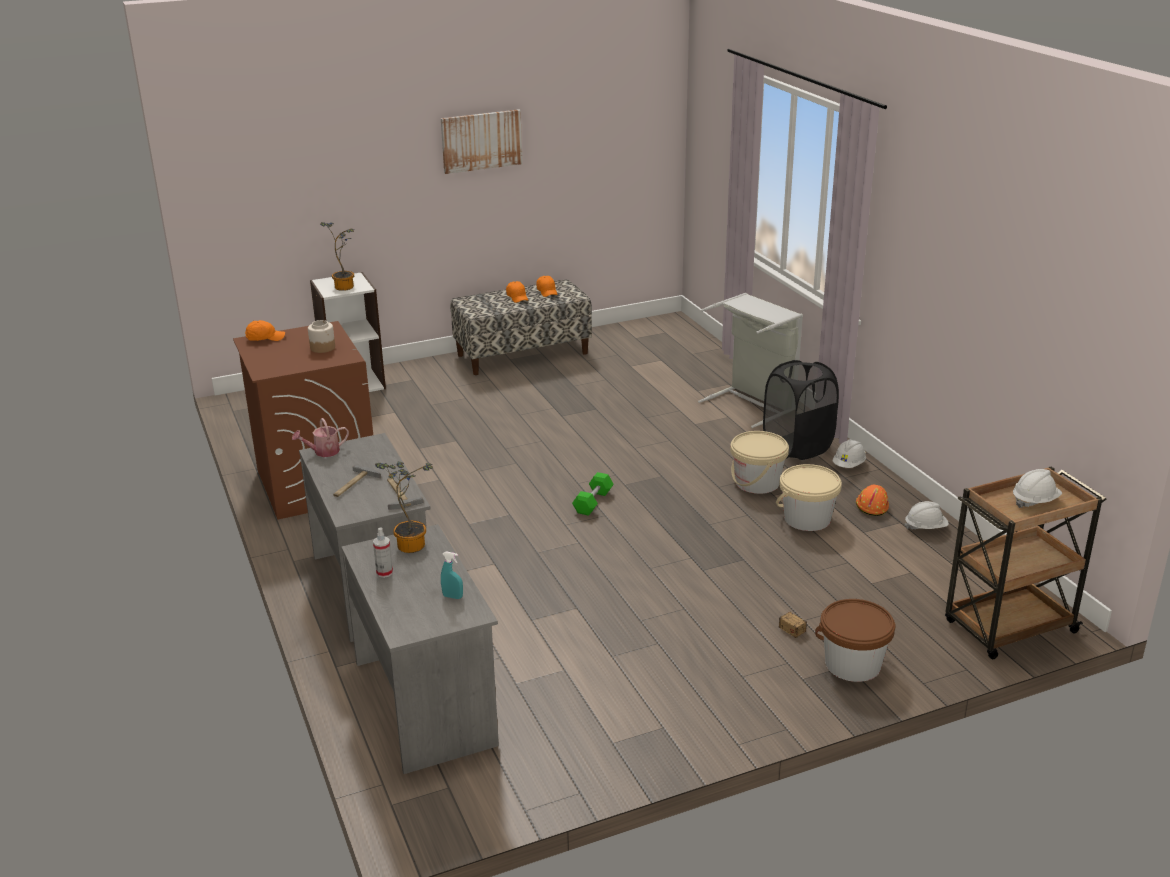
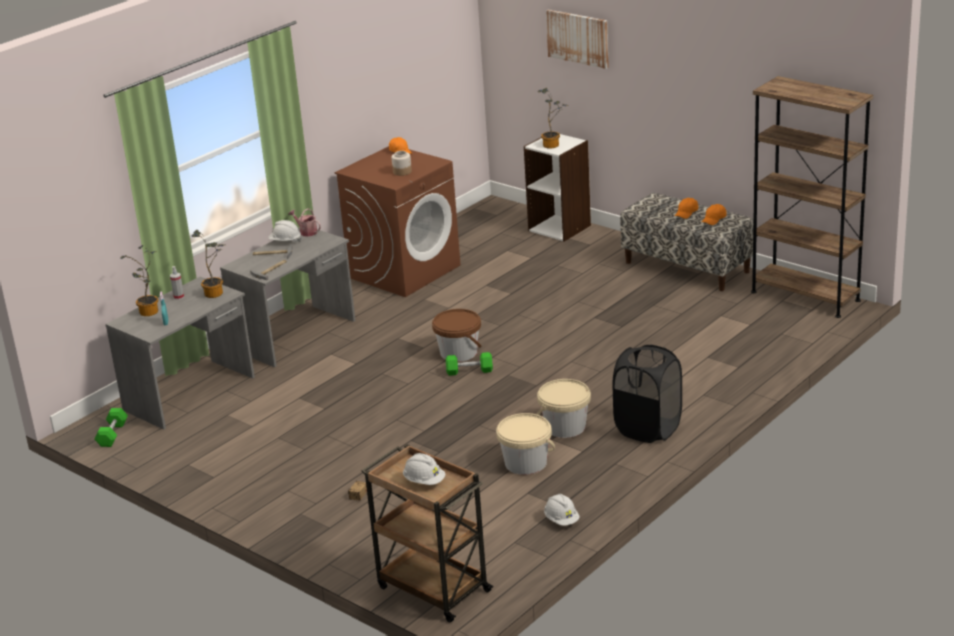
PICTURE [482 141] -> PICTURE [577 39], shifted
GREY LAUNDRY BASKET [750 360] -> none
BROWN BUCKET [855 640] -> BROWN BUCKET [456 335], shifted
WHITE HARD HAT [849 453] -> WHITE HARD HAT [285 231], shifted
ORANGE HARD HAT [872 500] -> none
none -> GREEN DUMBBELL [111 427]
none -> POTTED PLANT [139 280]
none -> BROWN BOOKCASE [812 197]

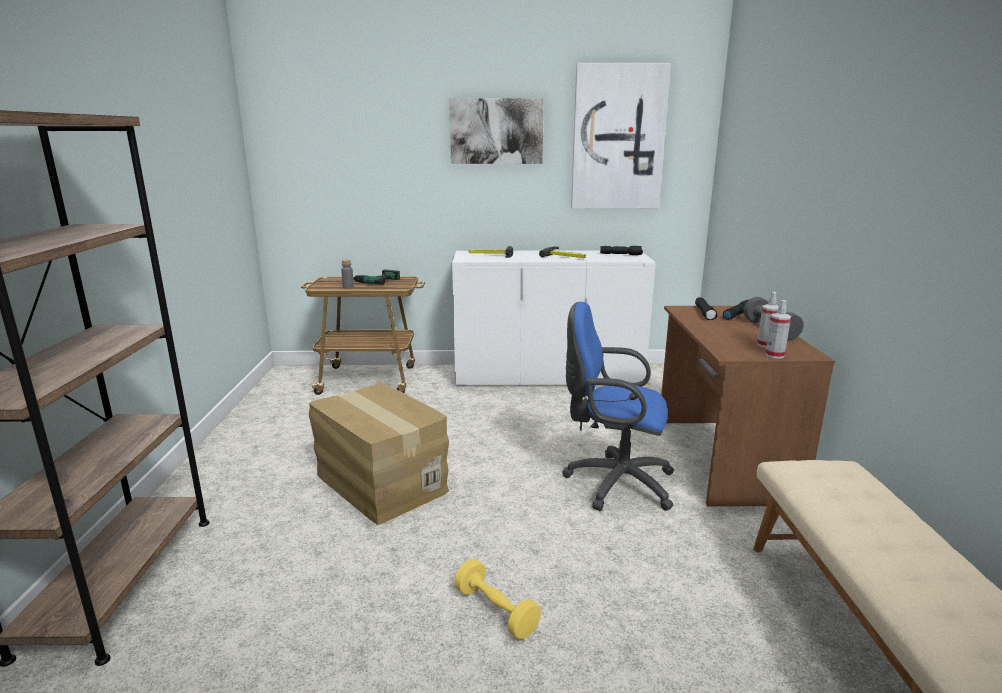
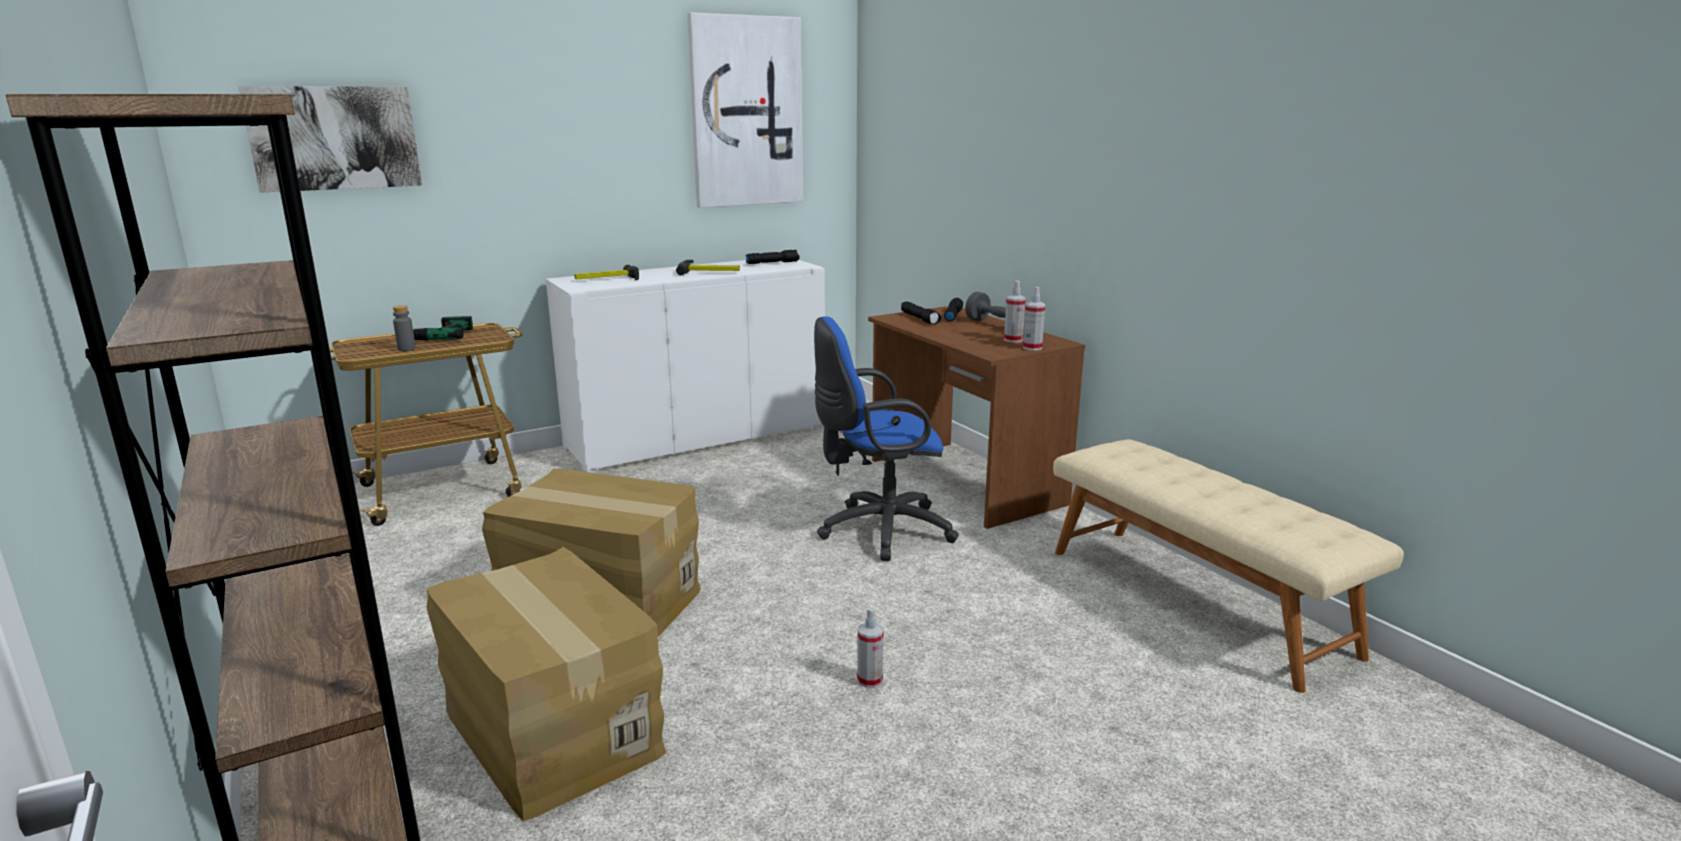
PICTURE [496 131] -> PICTURE [330 139], shifted
YELLOW DUMBBELL [497 599] -> SPRAY BOTTLE [870 647]
none -> CARDBOARD BOX [546 684]

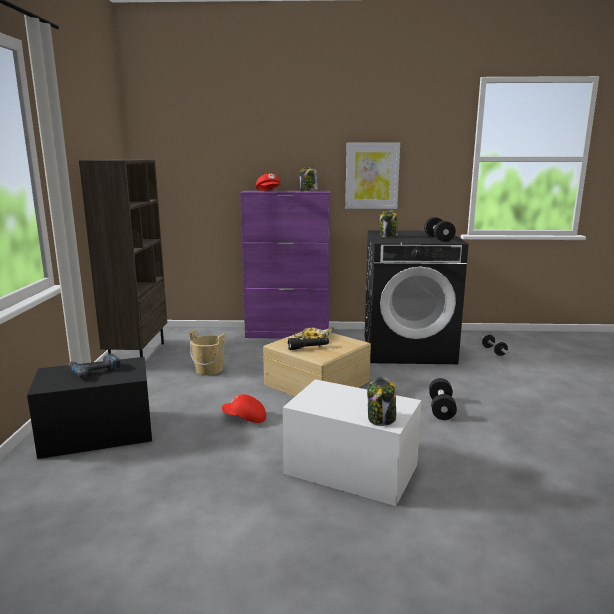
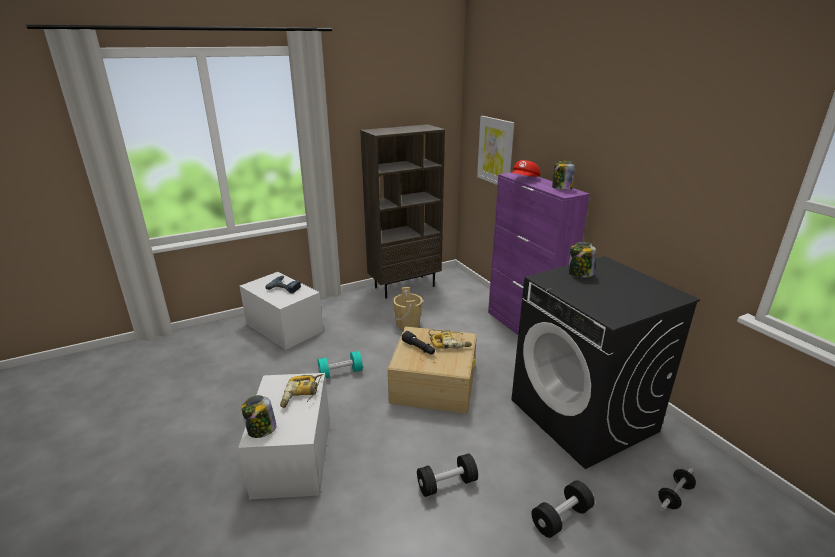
BLACK STORAGE BOX [89 408] -> WHITE STORAGE BOX [281 311]
RED CAP [244 408] -> TURQUOISE DUMBBELL [340 364]
PICTURE [372 176] -> PICTURE [495 150], shifted
BLACK DUMBBELL [440 229] -> BLACK DUMBBELL [563 509], shifted
none -> POWER DRILL [302 391]

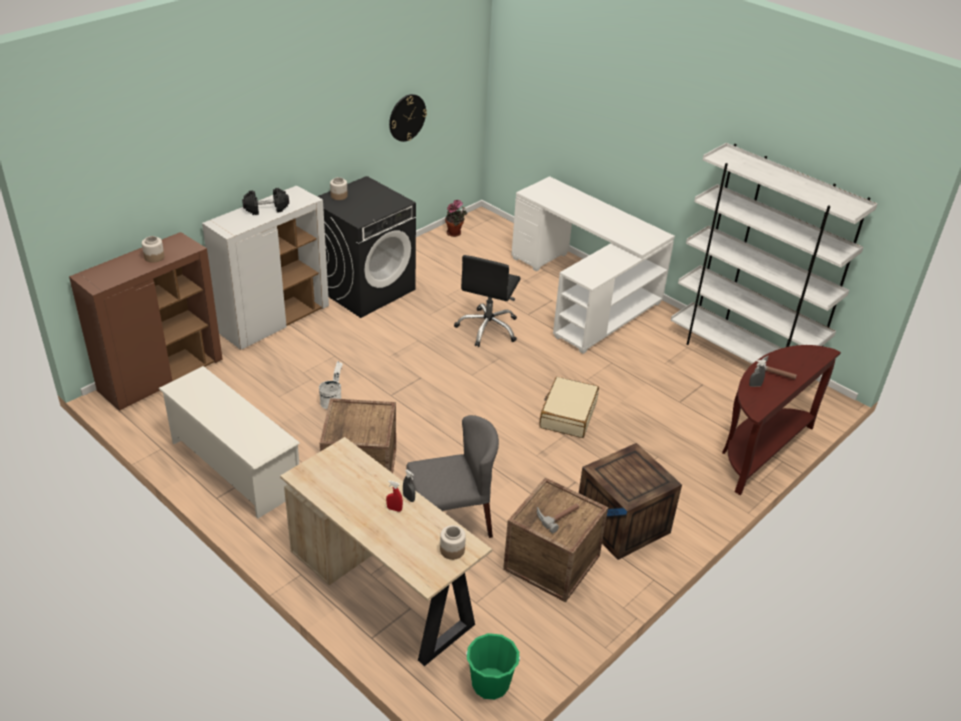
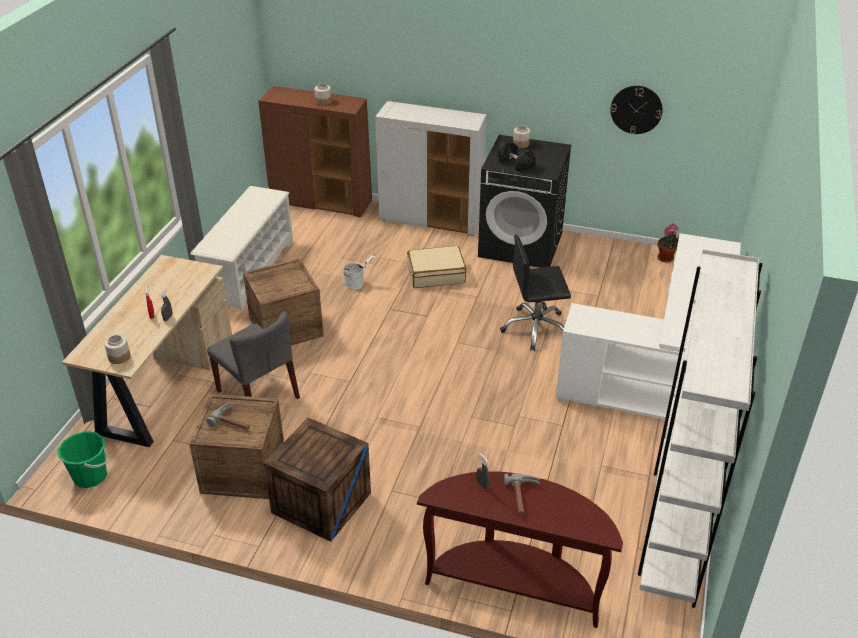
BLACK DUMBBELL [265 201] -> BLACK DUMBBELL [517 156], shifted
BEIGE SUITCASE [569 407] -> BEIGE SUITCASE [436 266], shifted

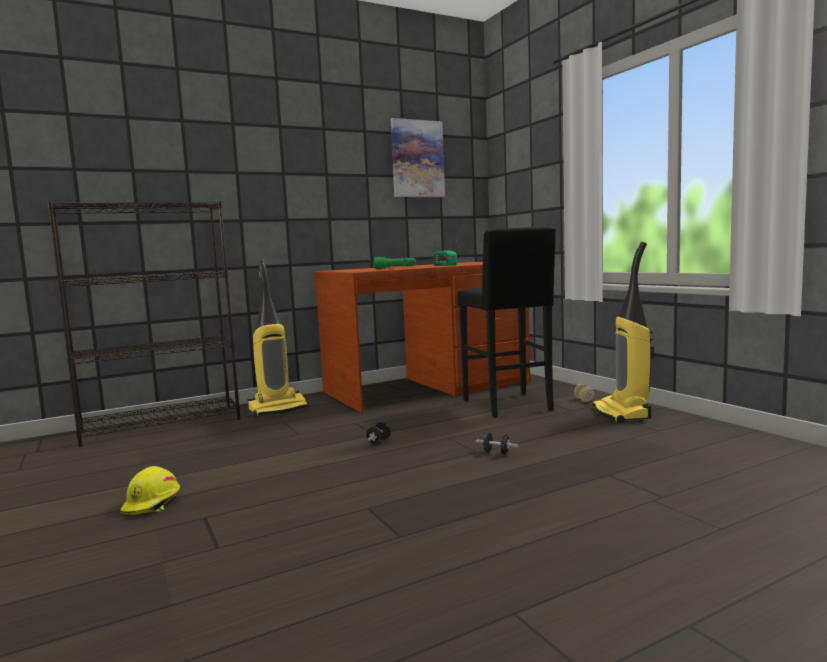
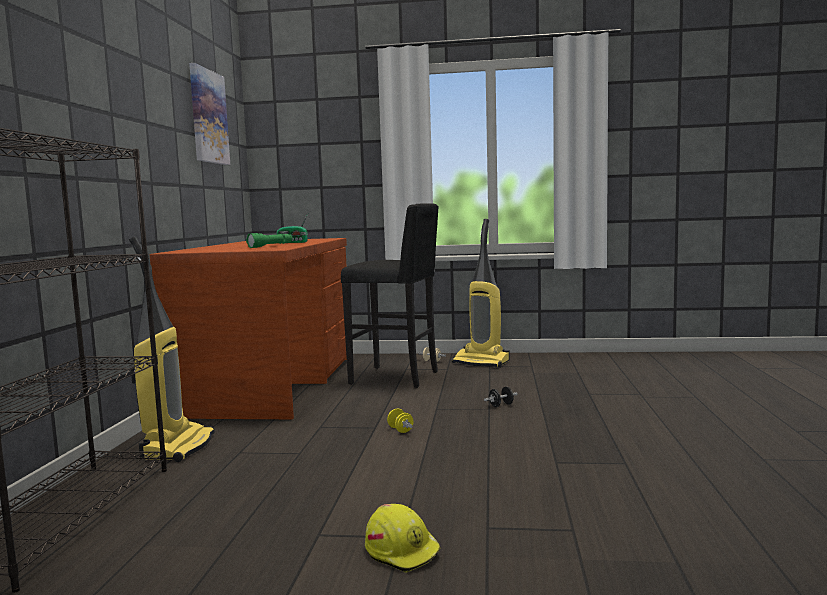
BLACK DUMBBELL [378 433] -> YELLOW DUMBBELL [400 421]

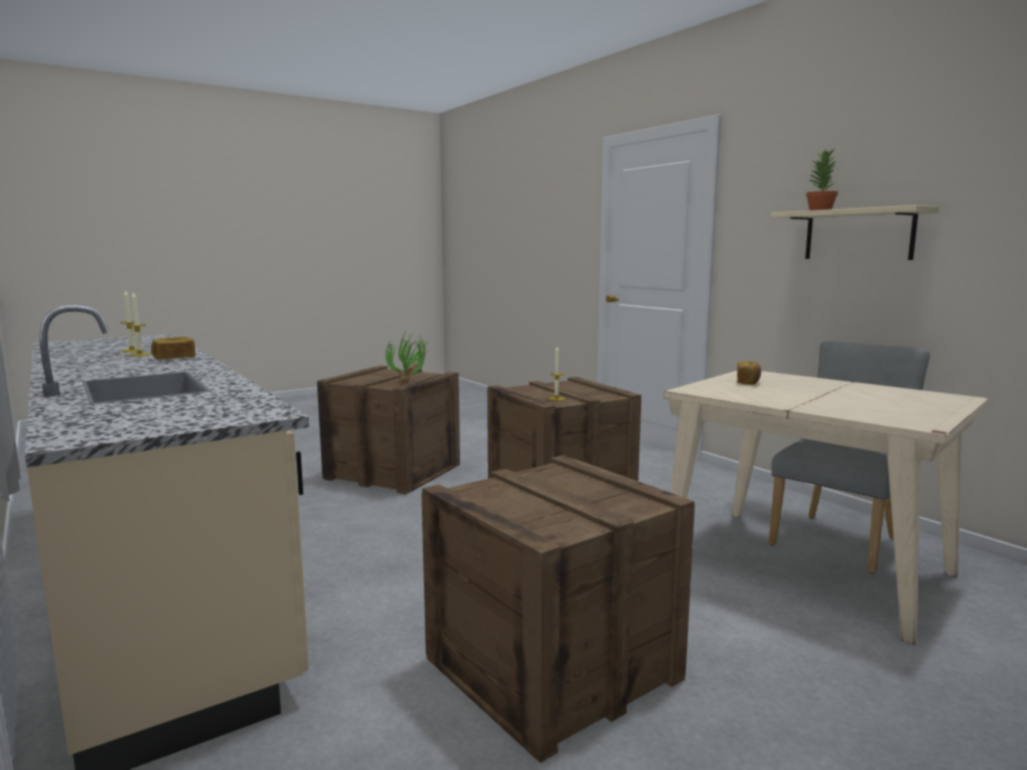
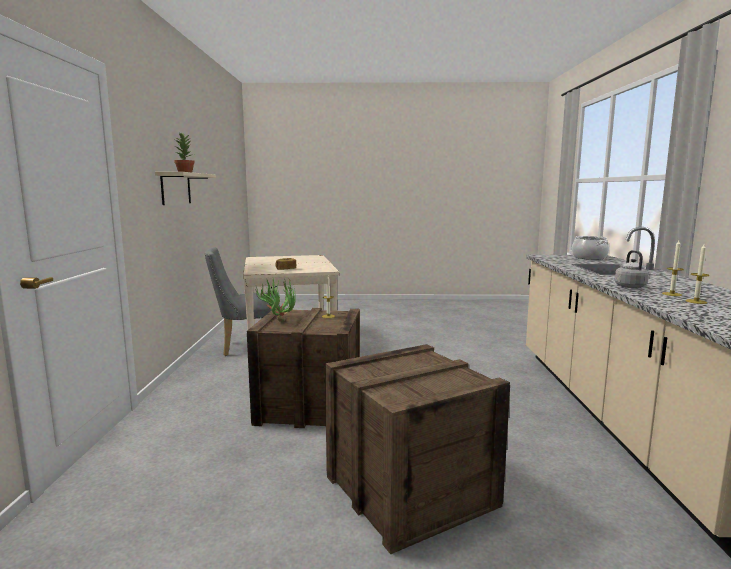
BREAD [173 348] -> GREY KETTLE [632 269]
POTTED PLANT [406 357] -> POTTED PLANT [275 299], shifted
CRATE [558 609] -> none
none -> COOKING POT [590 248]

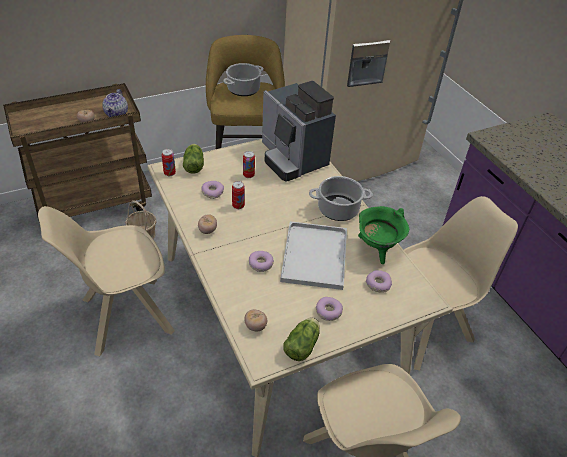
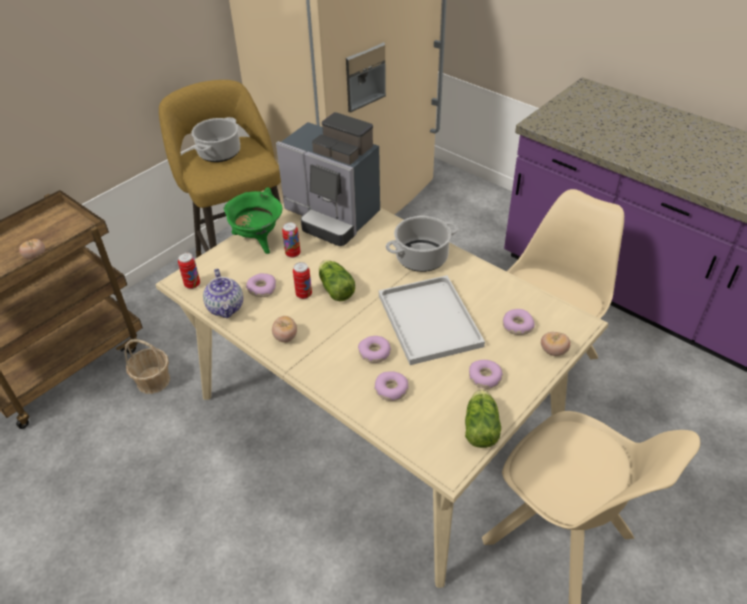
BEIGE CHAIR [106 281] -> none
TEAPOT [115 103] -> TEAPOT [223 293], shifted
LETTUCE [193 159] -> LETTUCE [337 280], shifted
TOMATO [255 320] -> TOMATO [556 344], shifted
GREEN COOKING POT [383 235] -> GREEN COOKING POT [253 220], shifted
none -> DONUT [392 386]

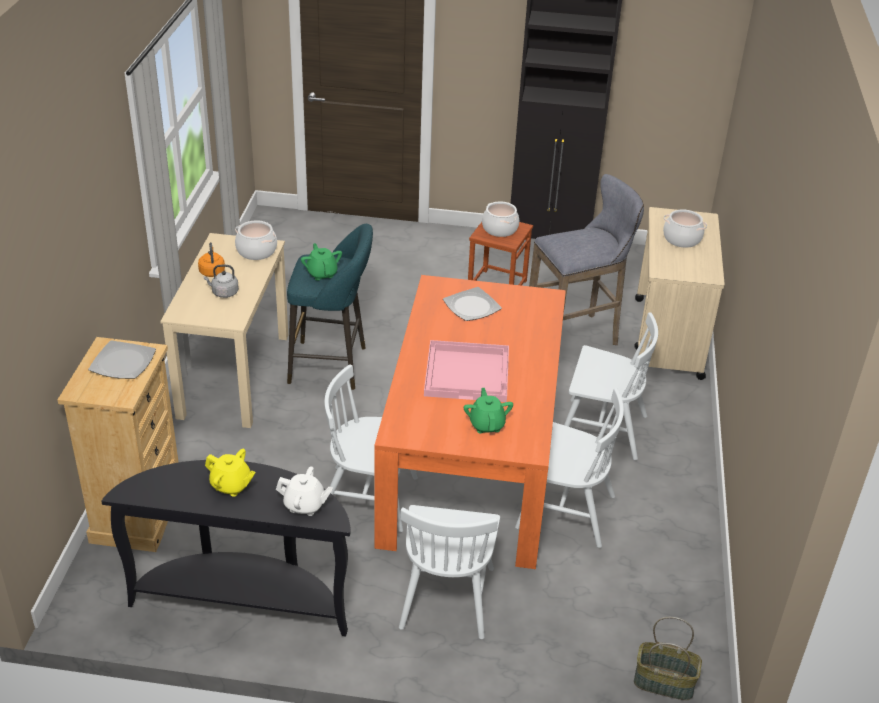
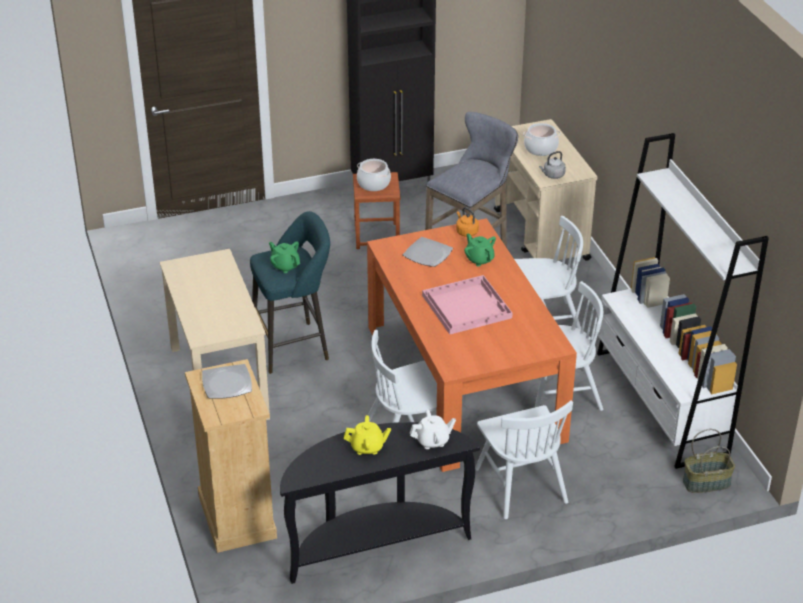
ORANGE KETTLE [211 260] -> ORANGE KETTLE [467 222], shifted
GREY KETTLE [221 281] -> GREY KETTLE [552 165], shifted
COOKING POT [256 240] -> none
GREEN TEAPOT [488 410] -> GREEN TEAPOT [480 249], shifted
none -> WHITE BOOKCASE [683 301]

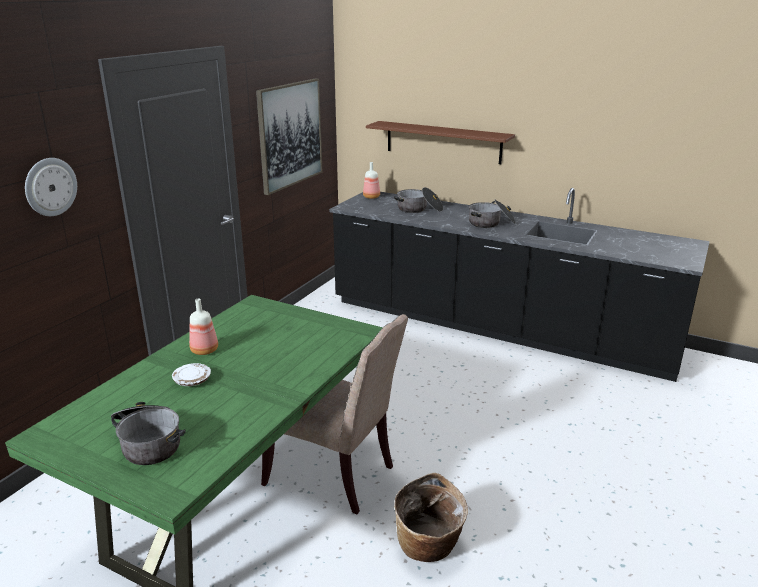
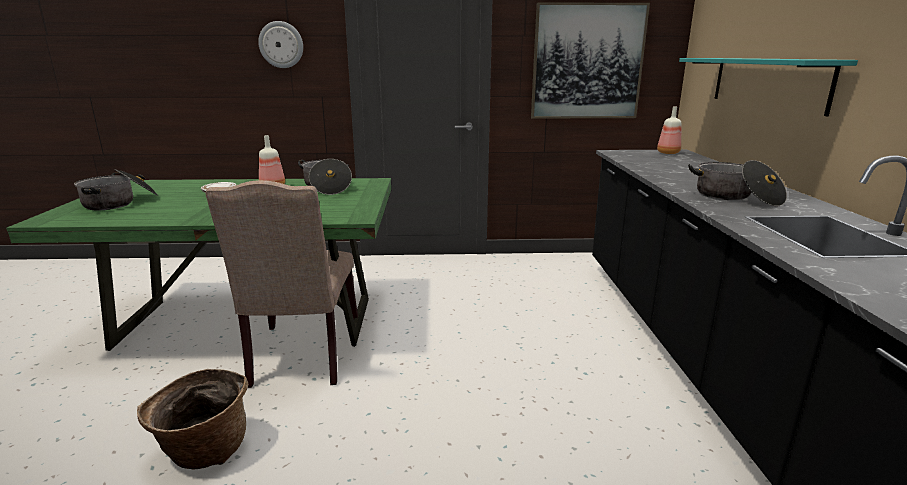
BROWN SHELF [440 142] -> TURQUOISE SHELF [768 87]
COOKING POT [418 200] -> COOKING POT [325 177], shifted

